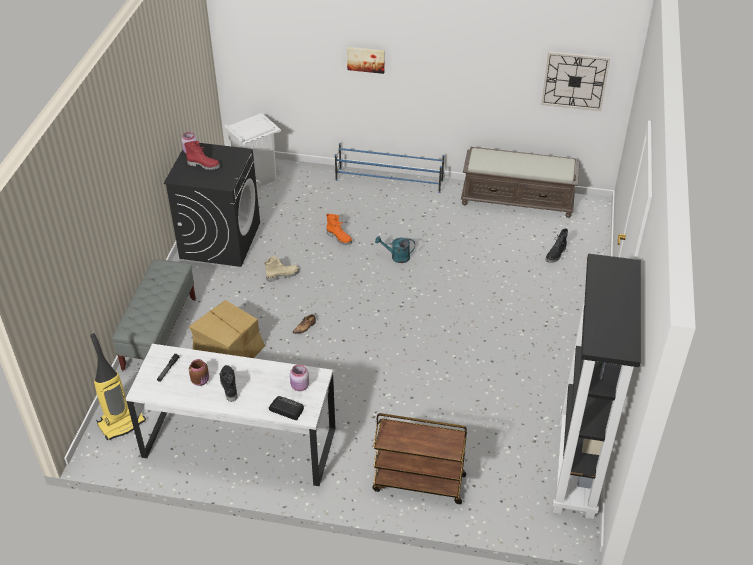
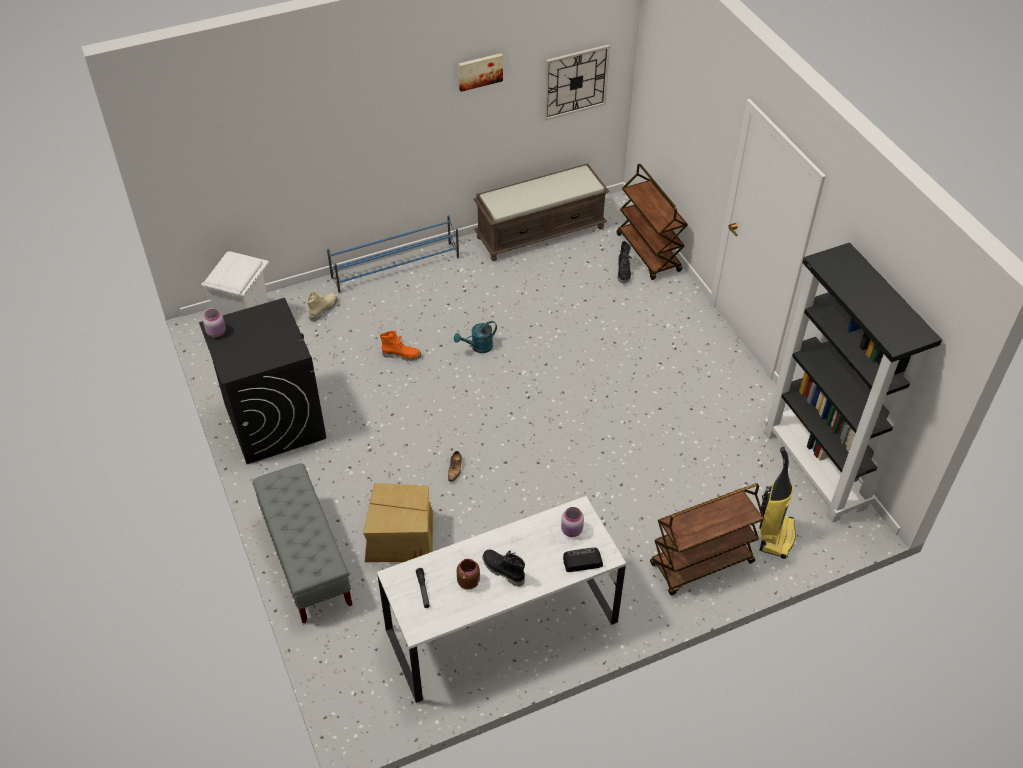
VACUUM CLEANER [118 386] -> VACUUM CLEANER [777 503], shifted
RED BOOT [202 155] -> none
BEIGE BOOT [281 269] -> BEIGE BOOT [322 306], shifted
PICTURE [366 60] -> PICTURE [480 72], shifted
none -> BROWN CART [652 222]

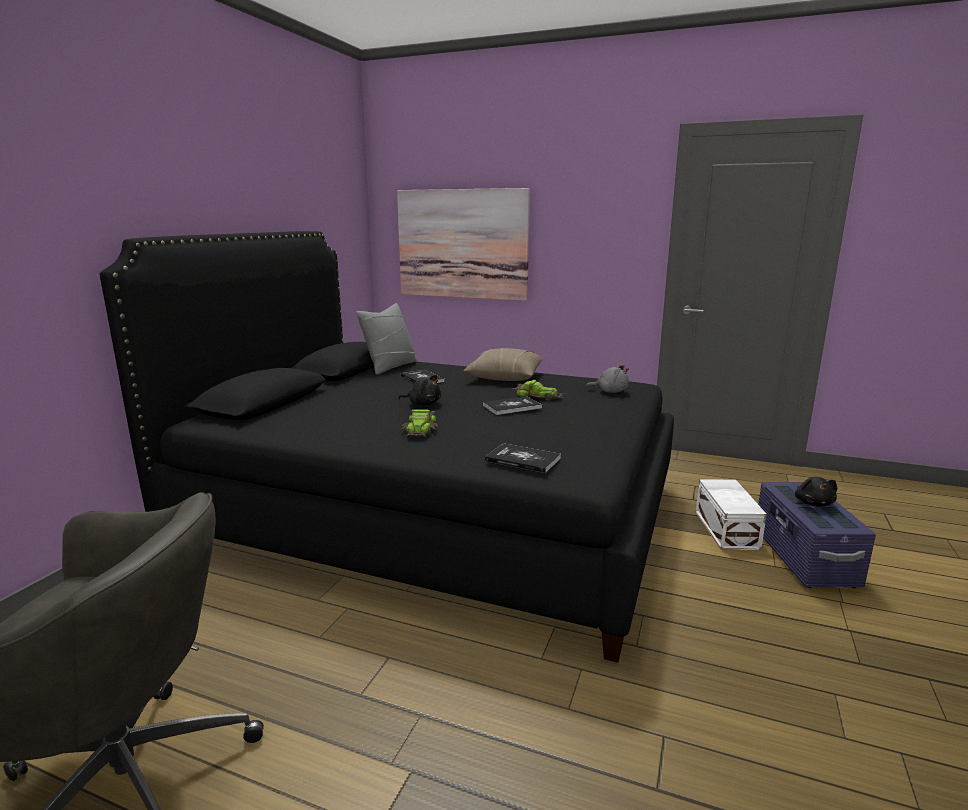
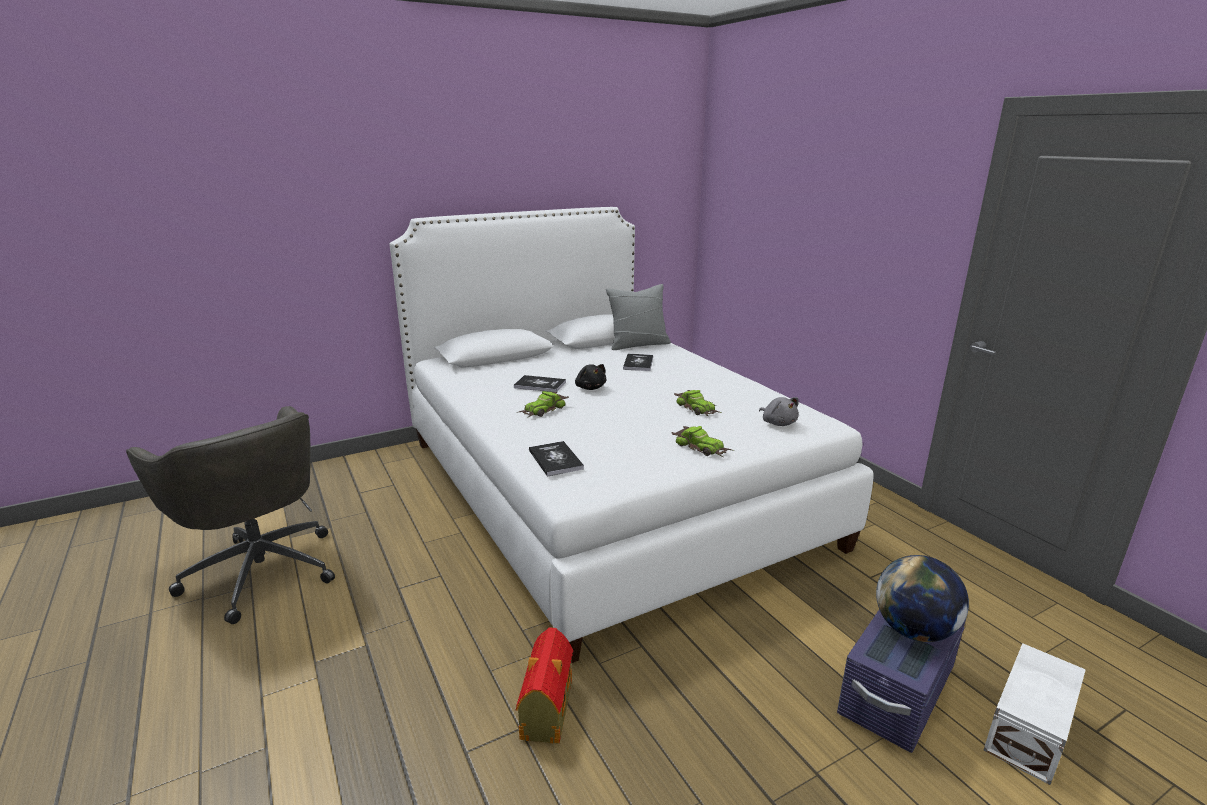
BLACK BED [387 447] -> WHITE BED [632 435]
PICTURE [463 244] -> none
BEIGE PILLOW [503 364] -> none
BOOK [512 405] -> BOOK [540 383], shifted
WHITE STORAGE BOX [731 514] -> WHITE STORAGE BOX [1034 714], shifted
BLACK PLUSH TOY [816 492] -> GLOBE [922 598]
none -> TOY HOUSE [544 685]
none -> TOY CAR [702 441]

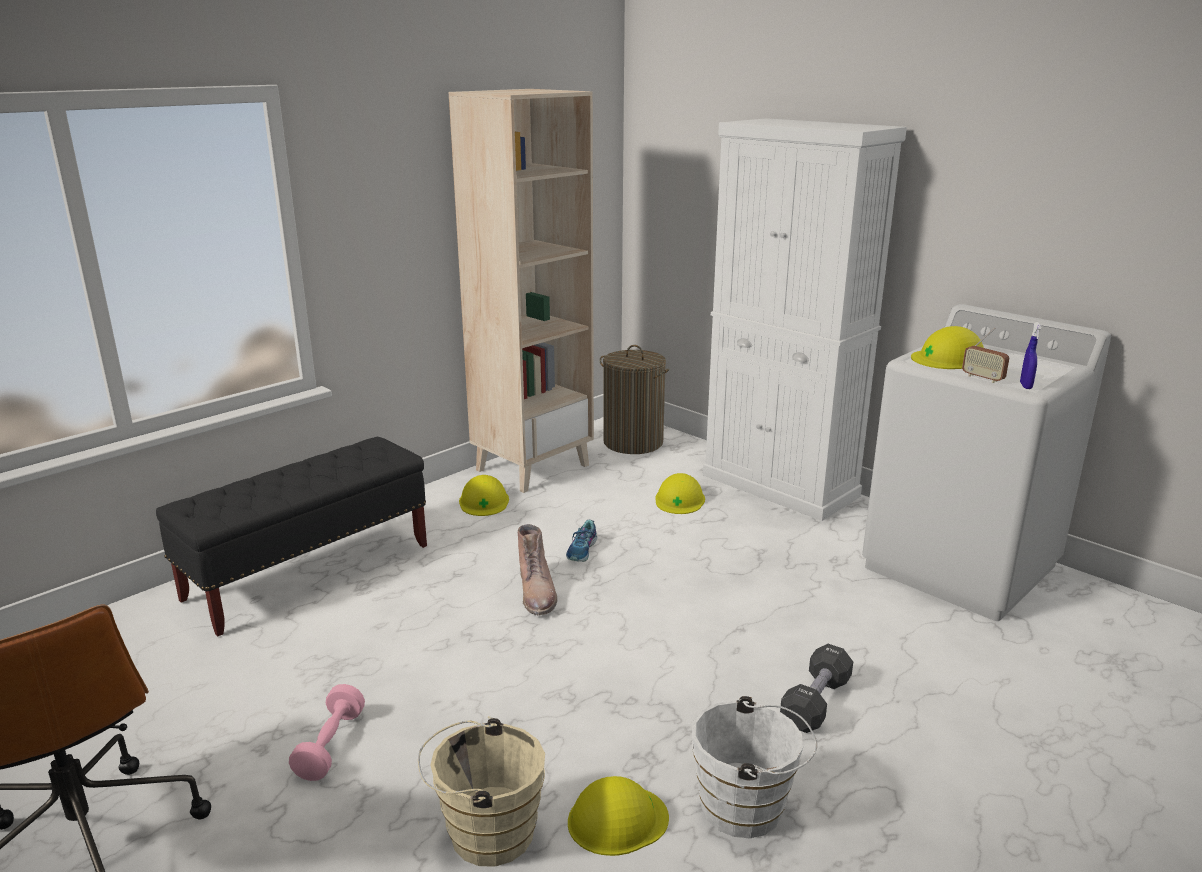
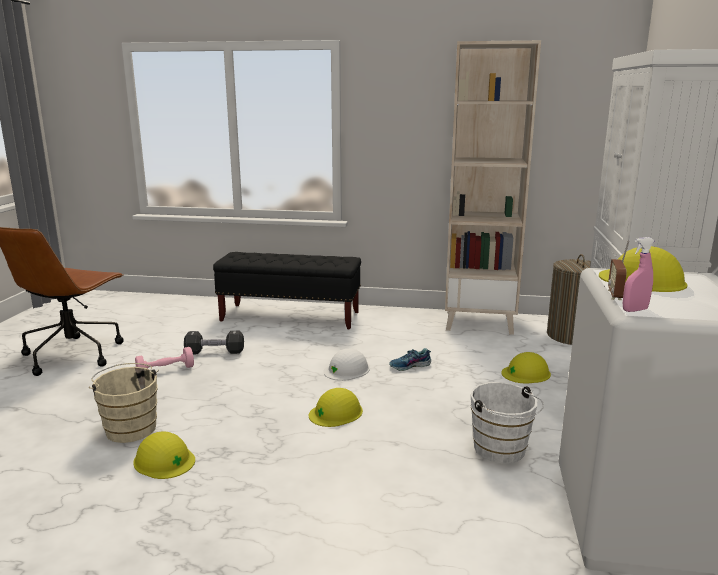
YELLOW HARD HAT [484 495] -> YELLOW HARD HAT [336 407], shifted
BROWN BOOT [538 569] -> WHITE HARD HAT [346 364]
WHITE BUCKET [754 767] -> WHITE BUCKET [507 422], shifted
BLACK DUMBBELL [816 688] -> BLACK DUMBBELL [214 342], shifted
BLUE SPRAY BOTTLE [1030 355] -> PINK SPRAY BOTTLE [638 274]

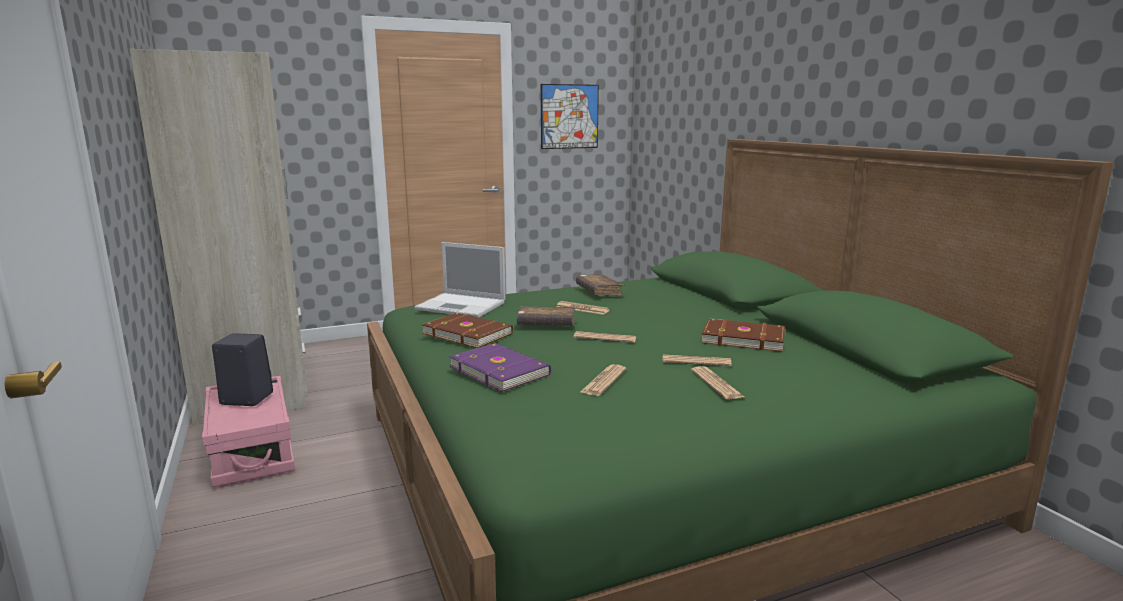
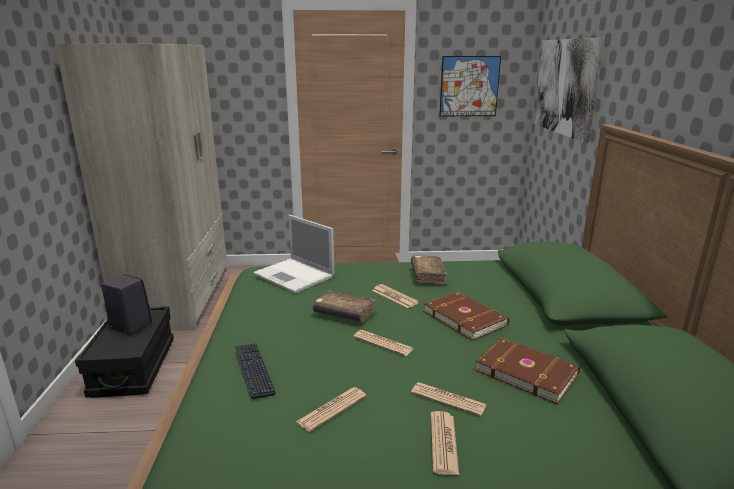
PINK STORAGE BOX [248 431] -> BLACK STORAGE BOX [124 352]
BROWN BOOK [467 330] -> BROWN BOOK [466 316], shifted
PURPLE BOOK [500 367] -> KEYBOARD [255 371]
none -> PICTURE [569 90]

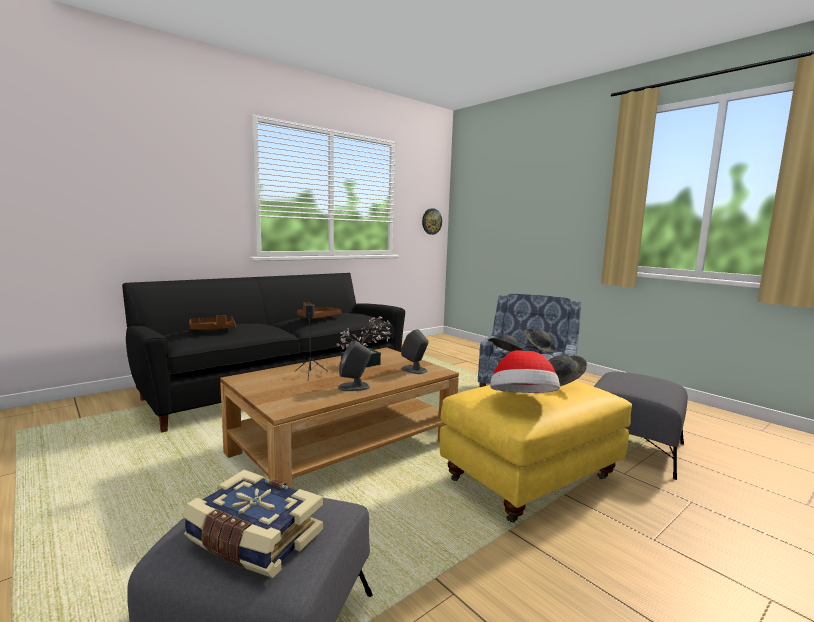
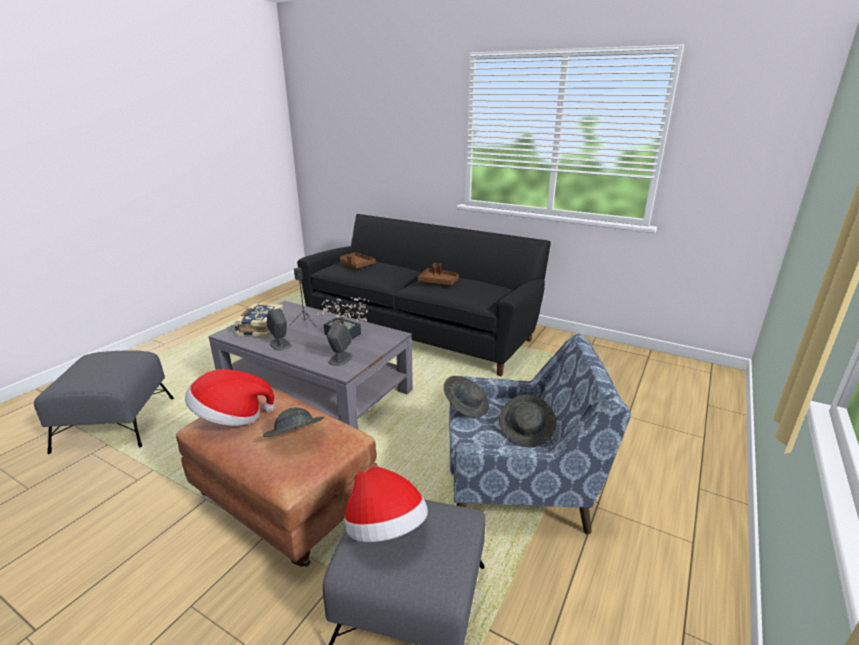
BOOK [253 524] -> BOOK [258 320], shifted
BROWN COFFEE TABLE [339 417] -> GREY COFFEE TABLE [310 365]
WALL CLOCK [432 221] -> none
YELLOW OTTOMAN [536 451] -> BROWN OTTOMAN [277 477]
none -> HAT [386 504]

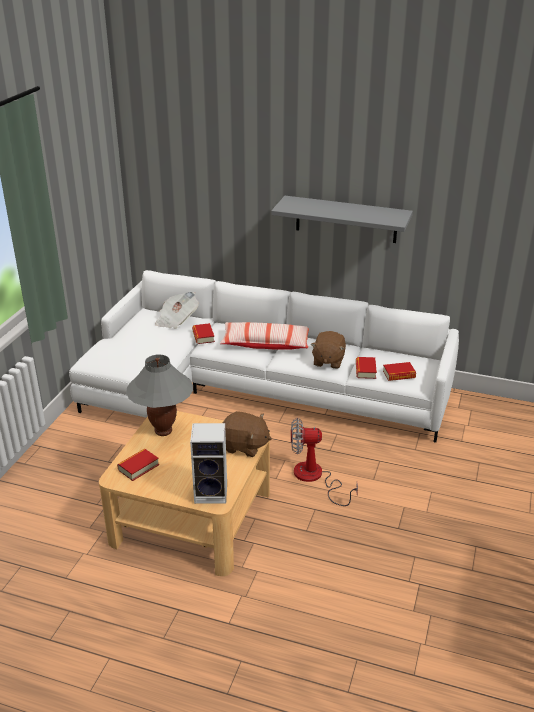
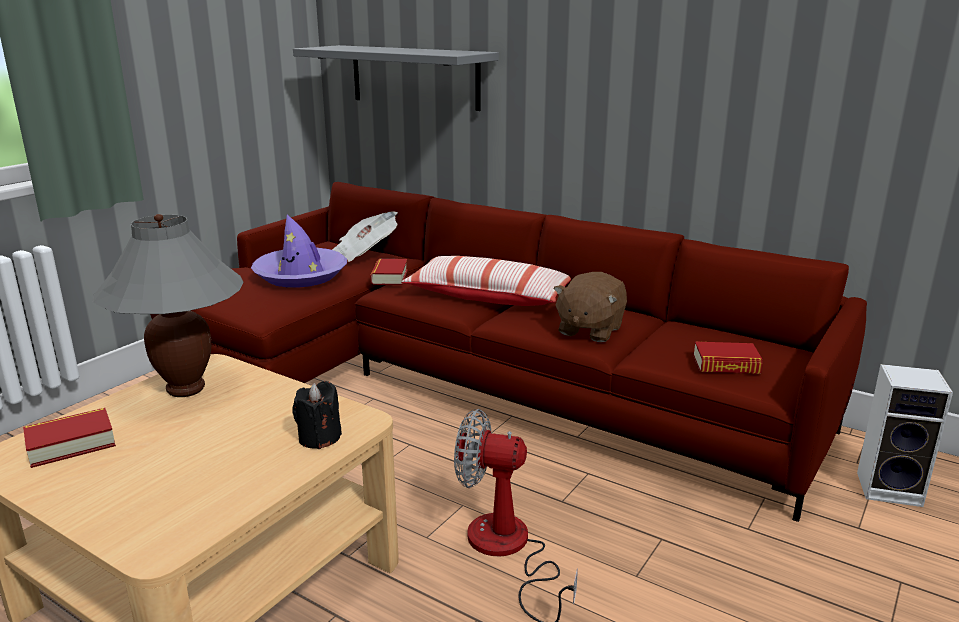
WHITE SOFA [264 356] -> RED SOFA [508 352]
SPEAKER [208 463] -> SPEAKER [905 435], shifted
BROWN PLUSH TOY [247 434] -> BLACK CANDLE [317 415]
GREY SHELF [342 219] -> GREY SHELF [396 78], shifted
BOOK [366 368] -> none
none -> PURPLE HAT [299 251]

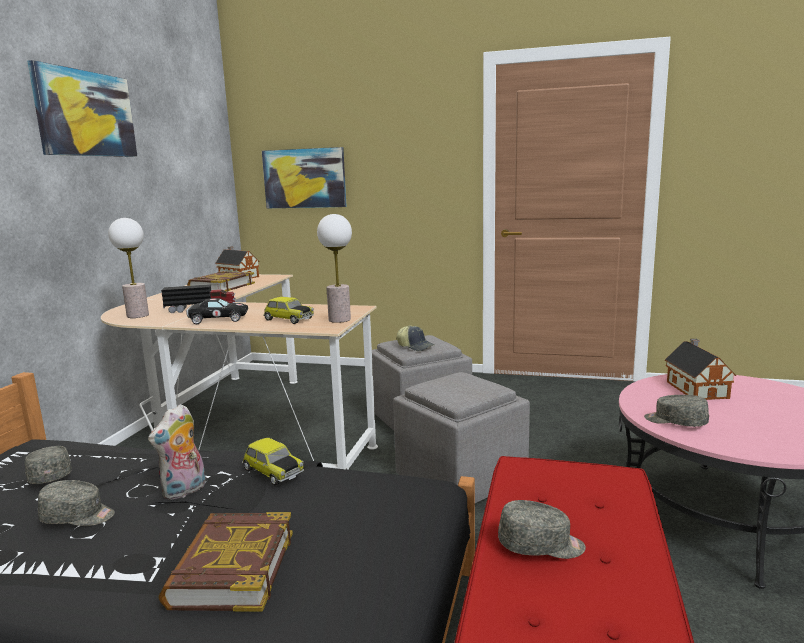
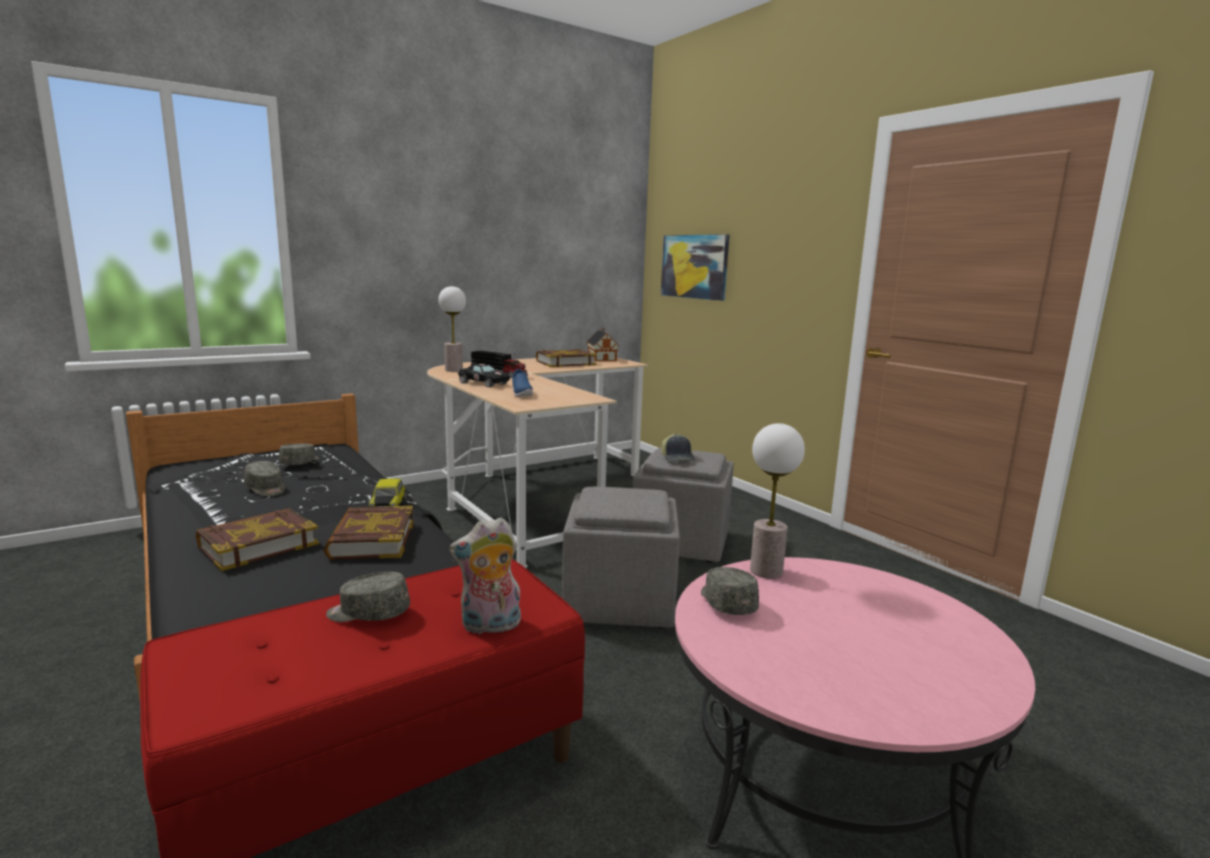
PICTURE [82 108] -> none
PLUSH TOY [177 452] -> PLUSH TOY [485 575], shifted
TOY CAR [288 310] -> BLUE SHOE [522 383]
TABLE LAMP [334 268] -> TABLE LAMP [777 501], shifted
GREY CAP [542 529] -> GREY CAP [368 597], 135 degrees clockwise
TOY HOUSE [700 369] -> none
none -> BOOK [369 533]

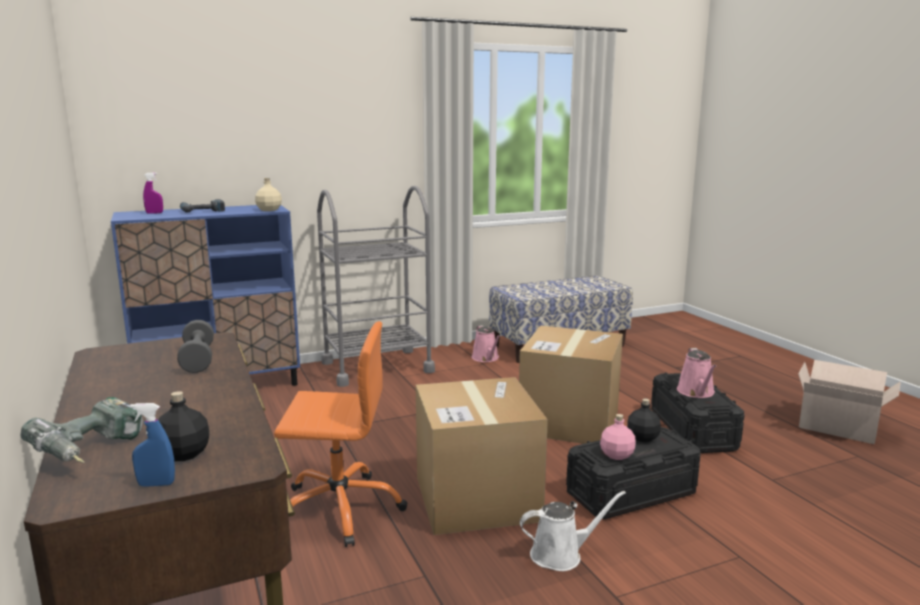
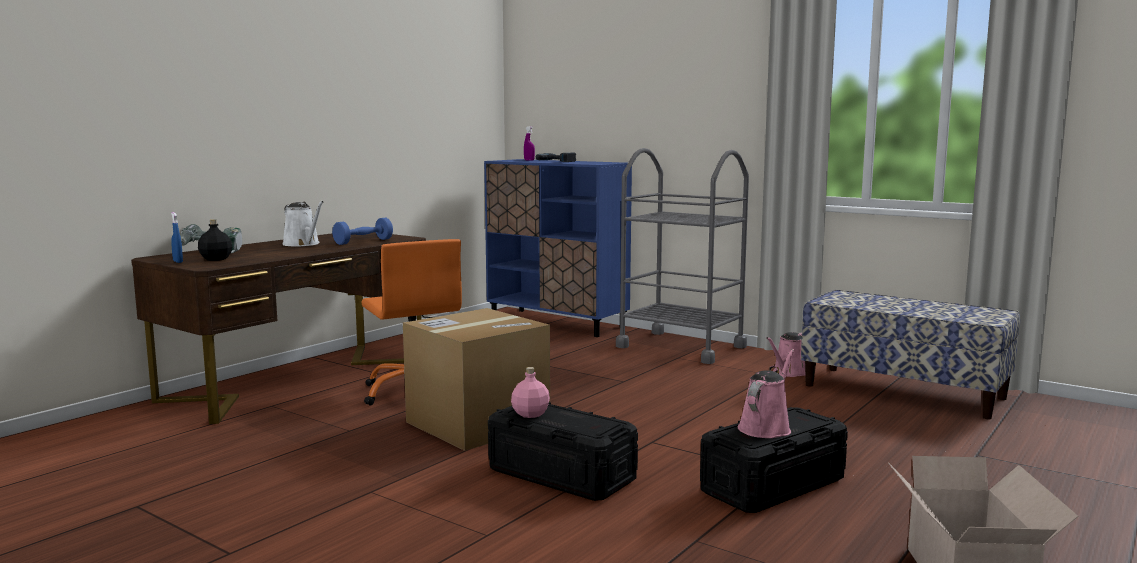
GREY DUMBBELL [195 346] -> BLUE DUMBBELL [362 231]
BEIGE BOTTLE [268 194] -> none
CARDBOARD BOX [571 384] -> none
WHITE WATERING CAN [573 531] -> WHITE WATERING CAN [303 223], shifted
BLACK BOTTLE [644 420] -> none
PINK WATERING CAN [696 373] -> PINK WATERING CAN [766 393], 150 degrees clockwise

